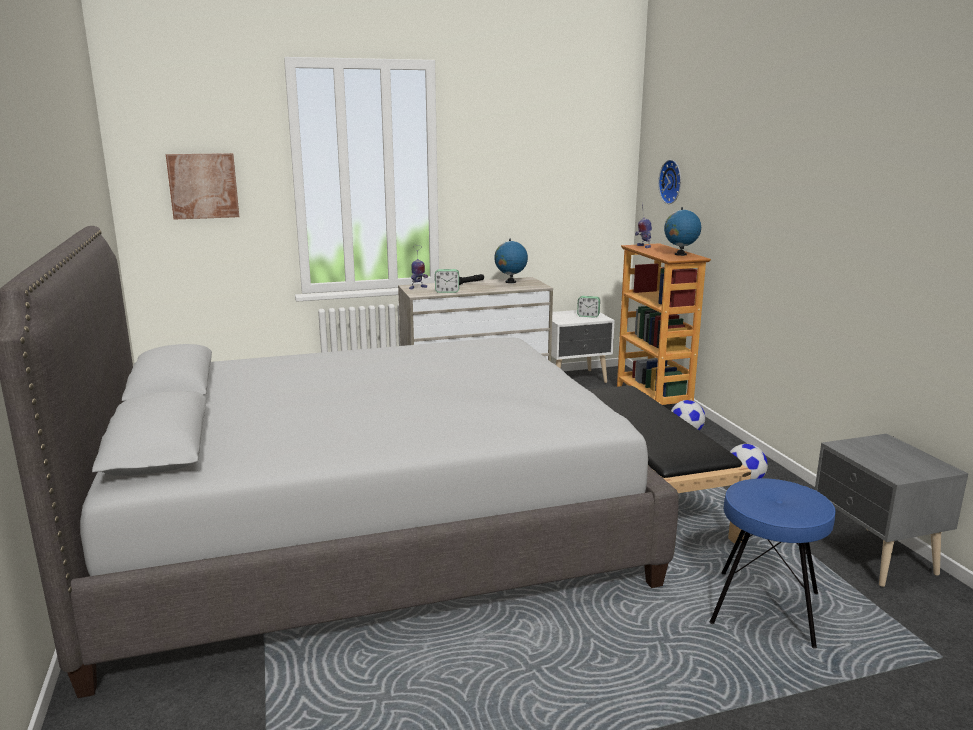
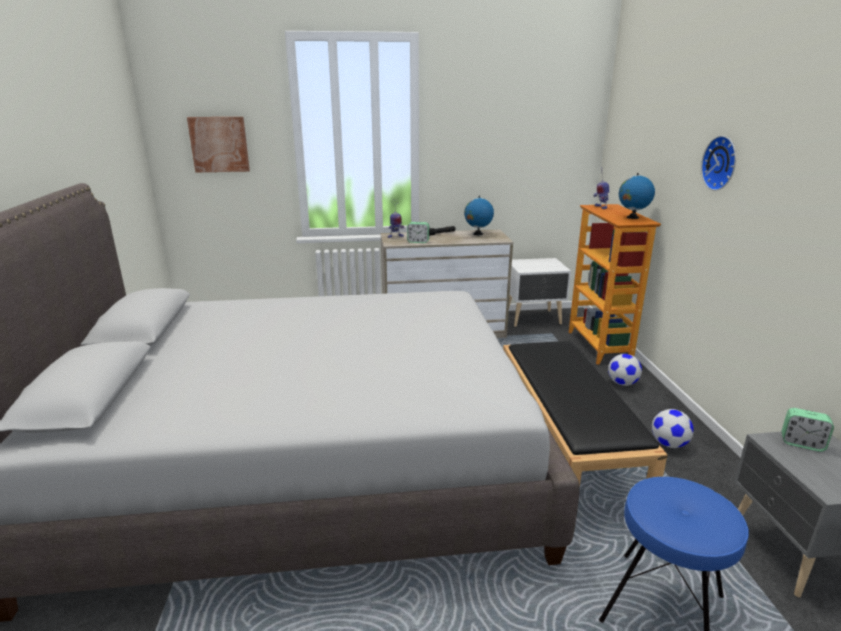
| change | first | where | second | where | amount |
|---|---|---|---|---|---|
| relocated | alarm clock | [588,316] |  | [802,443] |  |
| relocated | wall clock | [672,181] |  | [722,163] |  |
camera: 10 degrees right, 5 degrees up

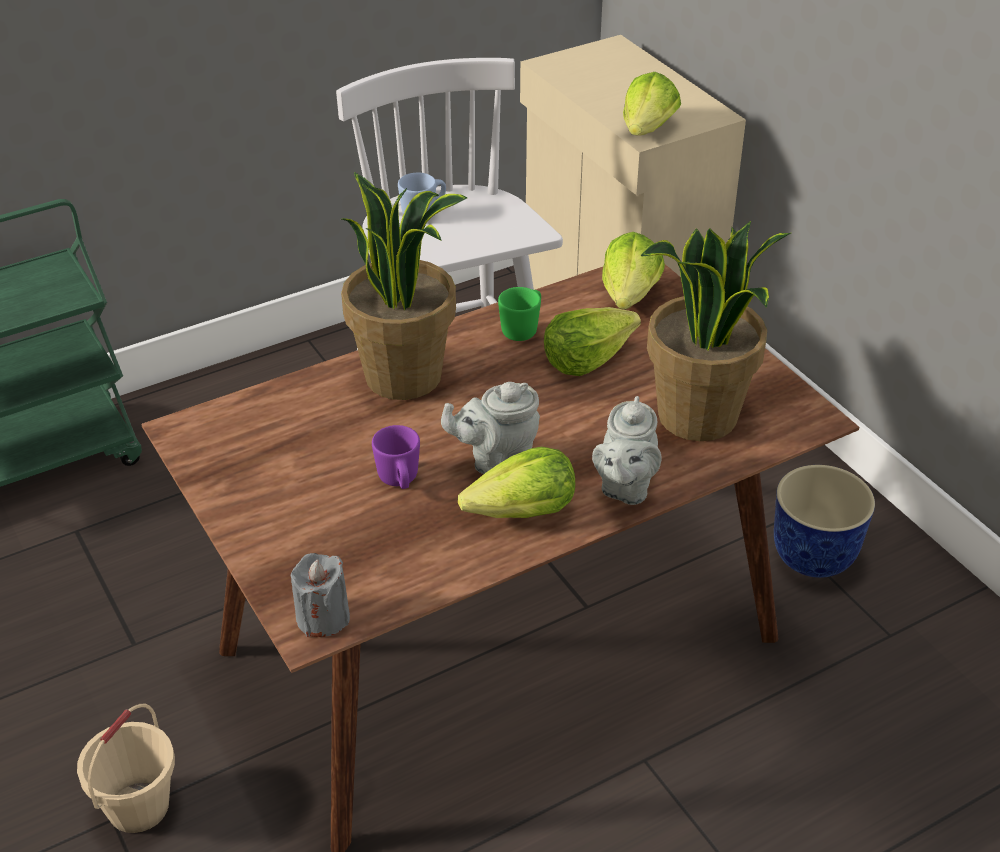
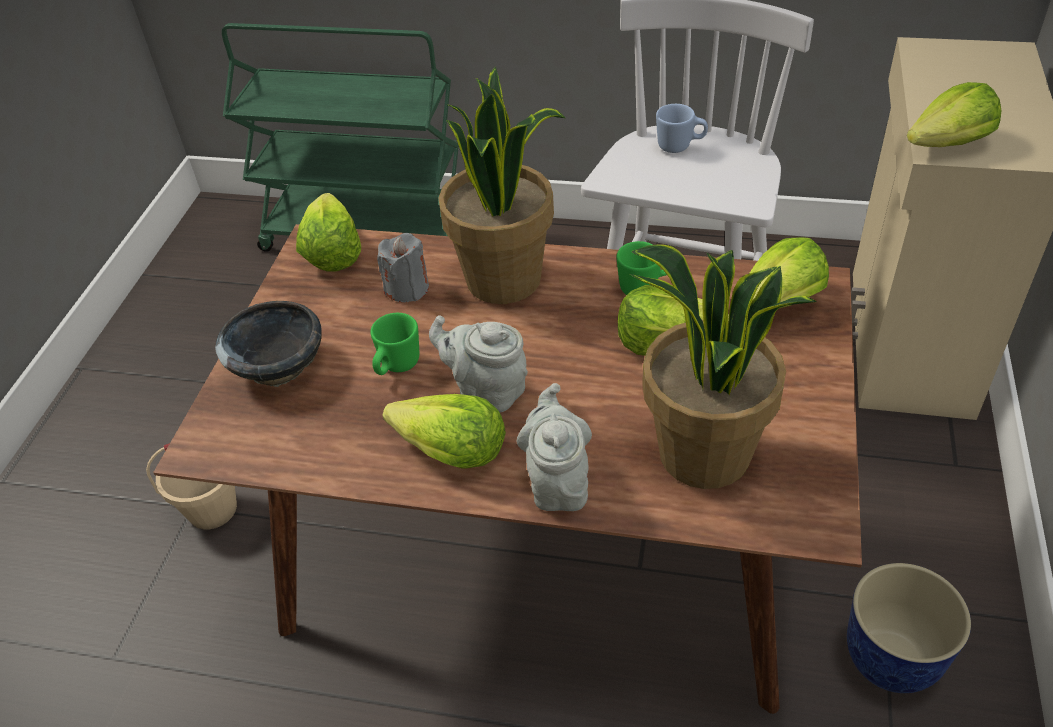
| change | first | where | second | where | amount |
|---|---|---|---|---|---|
| appeared |  |  | bowl (black) | [278,365] |  |
| appeared |  |  | lettuce | [332,252] |  |
| relocated | candle (grey) | [323,617] |  | [407,288] |  |
| colour | mug (purple) | [399,481] | mug (green) | [396,367] |  |
| spun | teapot (grey) | [625,487] |  | [558,482] | 120 degrees clockwise |
camera: 45 degrees right, 5 degrees up

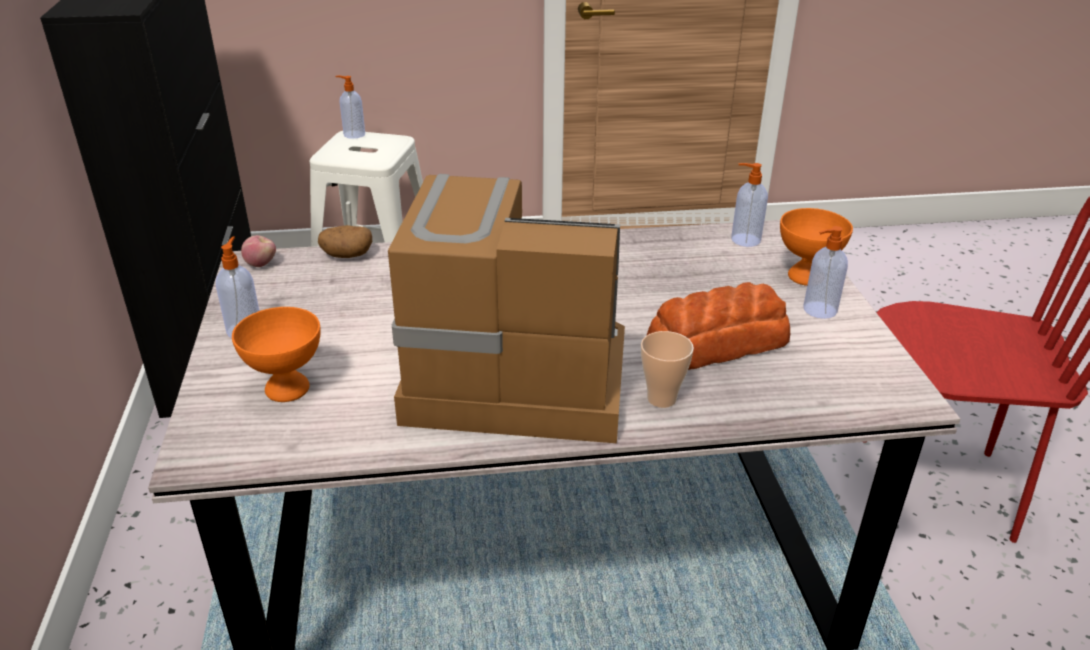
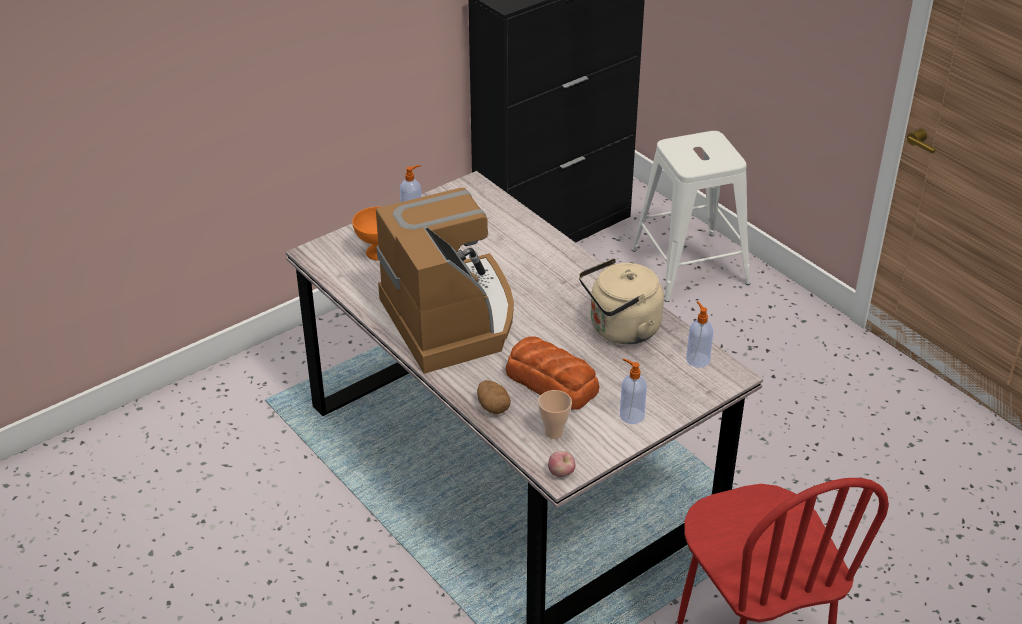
| change | first | where | second | where | amount |
|---|---|---|---|---|---|
| missing | soap dispenser | [353,134] |  |  |  |
| missing | bowl (orange) | [807,276] |  |  |  |
| appeared |  |  | kettle (beige) | [620,330] |  |
| relocated | apple | [261,264] |  | [561,473] |  |
| relocated | potato | [347,255] |  | [493,407] |  |
| relocated | cup | [661,398] |  | [554,432] |  |
camera: 60 degrees right, 5 degrees up

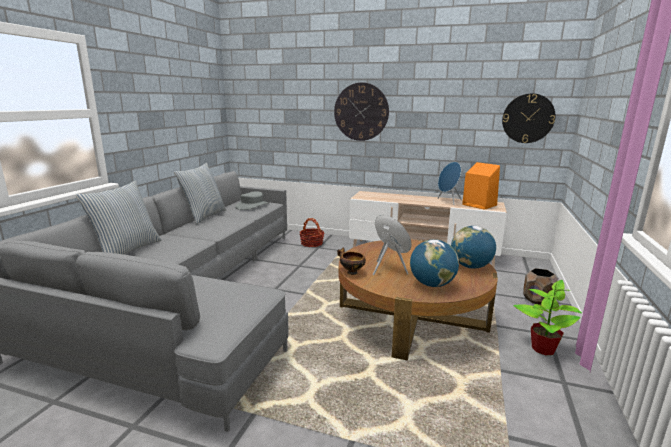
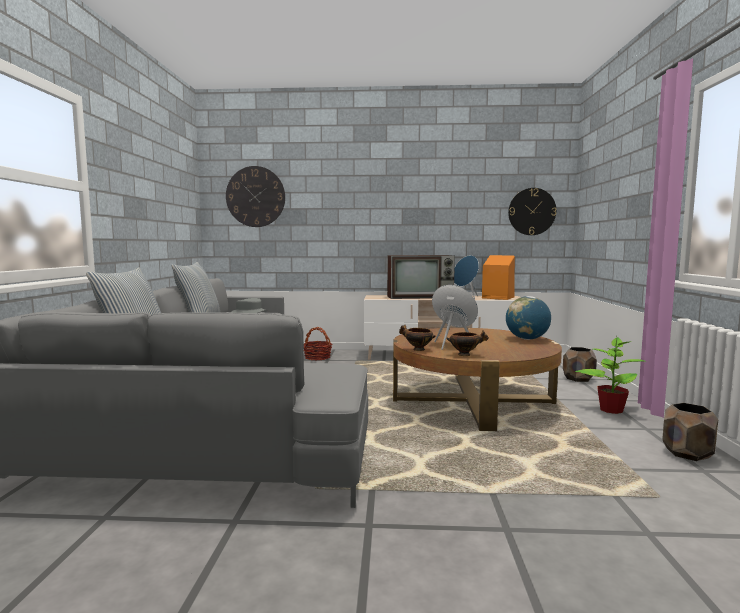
| change | first | where | second | where | amount |
|---|---|---|---|---|---|
| missing | globe | [432,284] |  |  |  |
| appeared |  |  | television | [421,297] |  |
| appeared |  |  | bowl | [465,354] |  |
| appeared |  |  | planter (brown) | [688,453] |  |
| relocated | wall clock | [361,112] |  | [255,196] |  |
camera: 15 degrees left, 10 degrees down

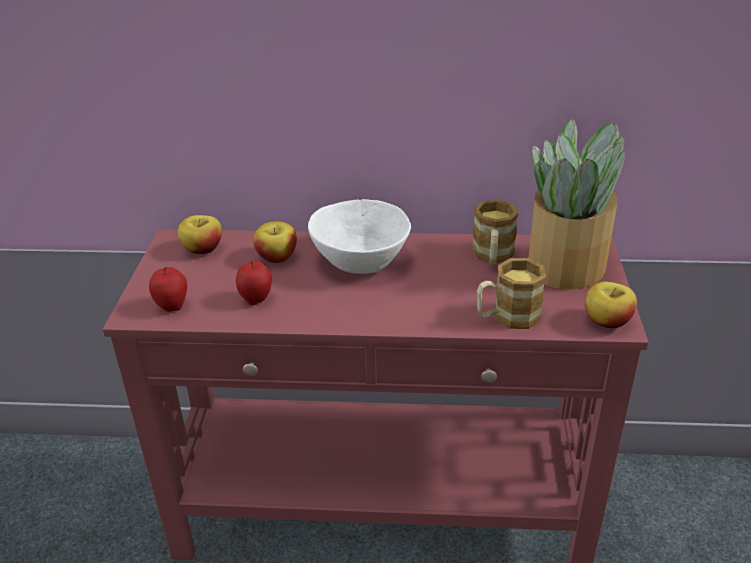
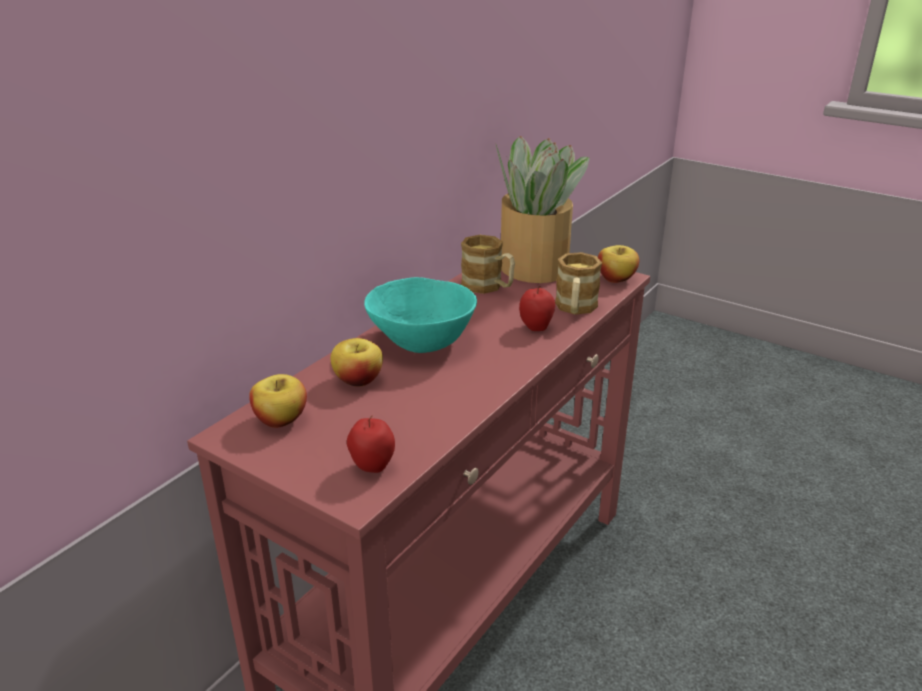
| change | first | where | second | where | amount |
|---|---|---|---|---|---|
| relocated | apple | [256,299] |  | [536,327] |  |
| colour | bowl (white) | [362,261] | bowl (turquoise) | [423,340] |  |
camera: 60 degrees left, 5 degrees down

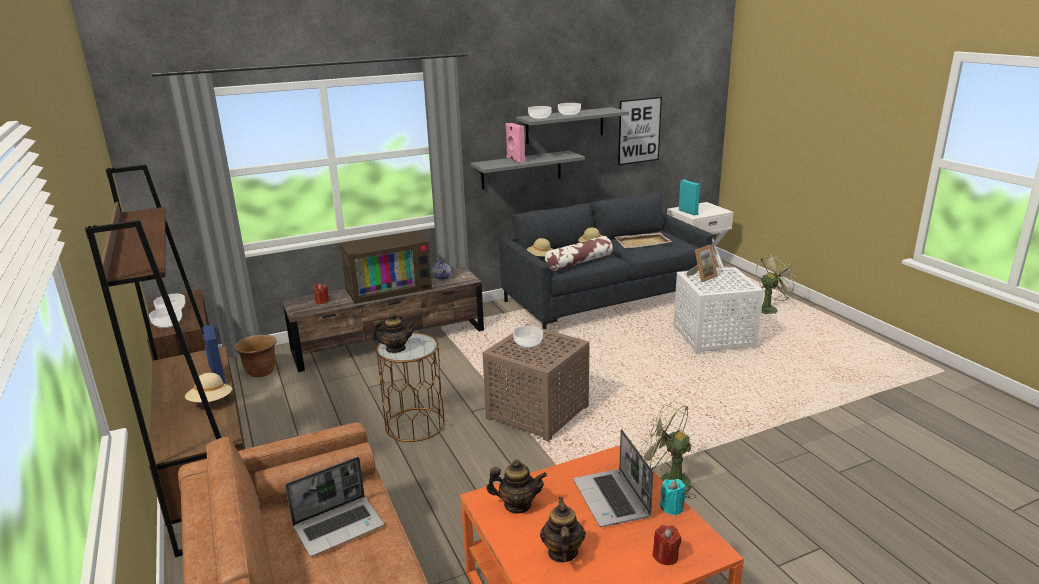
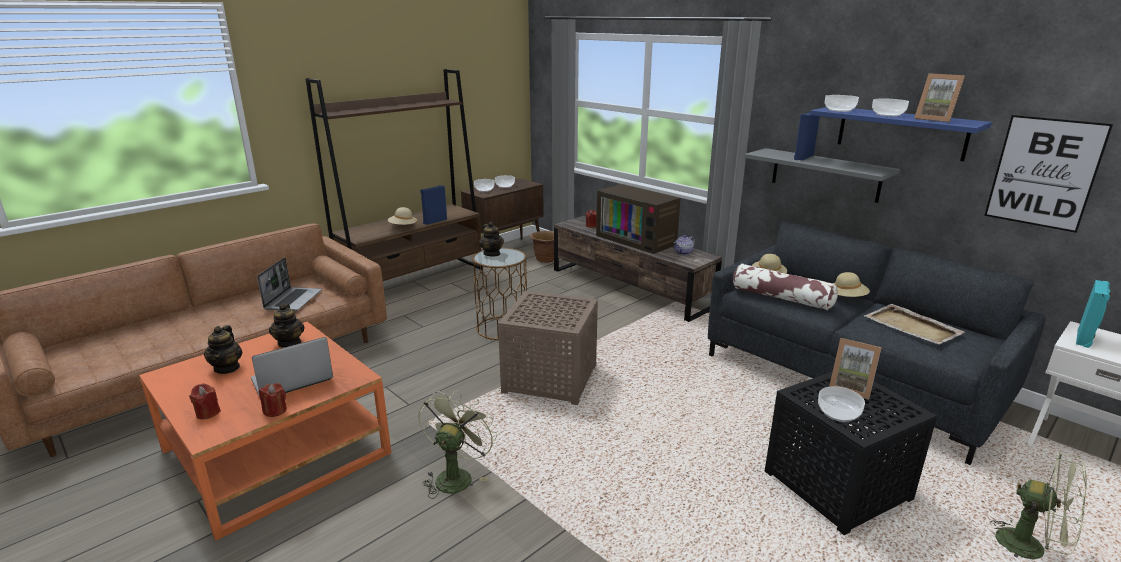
| change | first | where | second | where | amount |
|---|---|---|---|---|---|
| appeared |  |  | picture frame | [935,119] |  |
| relocated | bowl | [528,343] |  | [838,413] |  |
| colour | speaker (pink) | [515,160] | speaker (blue) | [802,157] |  |
| colour | shelf (grey) | [565,125] | shelf (blue) | [901,132] |  |
| colour | candle (turquoise) | [672,507] | candle (red) | [275,411] |  |
| colour | side table (white) | [714,337] | side table (black) | [839,486] |  |
| spun | laptop | [339,526] |  | [293,300] | 120 degrees counterclockwise |
| spun | teapot | [562,552] |  | [227,368] | 105 degrees clockwise |
camera: 70 degrees right, 0 degrees up

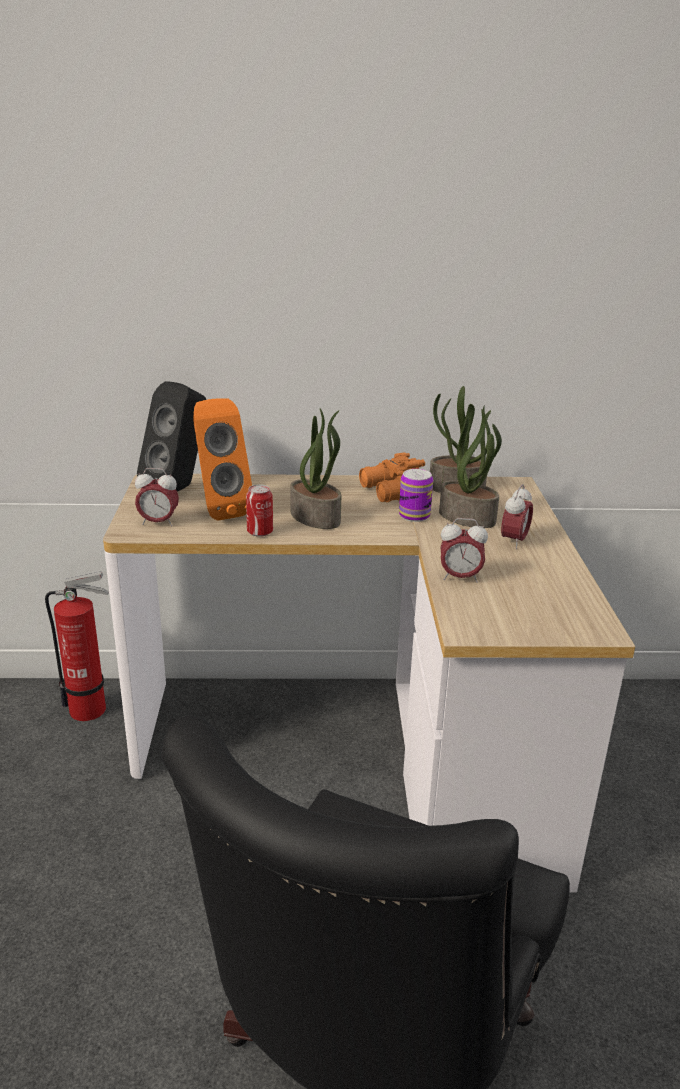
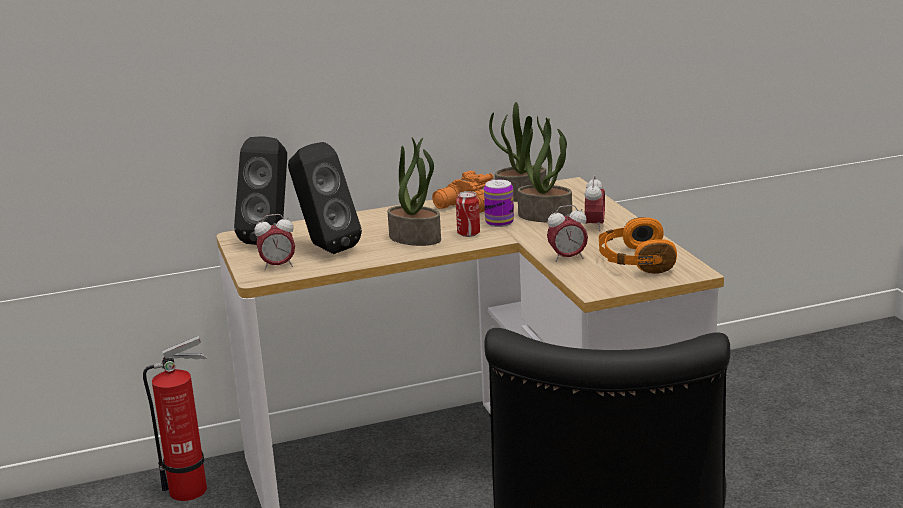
| change | first | where | second | where | amount |
|---|---|---|---|---|---|
| appeared |  |  | headphones (orange) | [634,261] |  |
| relocated | can | [260,532] |  | [468,233] |  |
| colour | speaker (orange) | [219,510] | speaker (black) | [324,248] |  |
camera: 15 degrees left, 5 degrees down

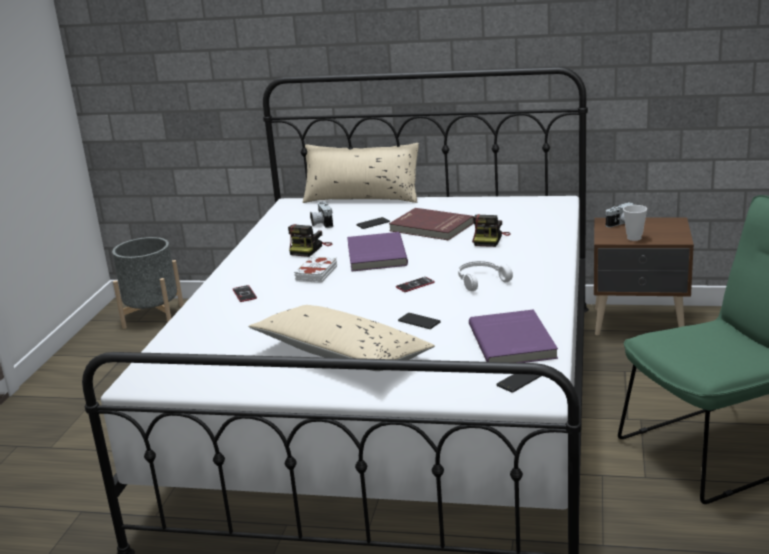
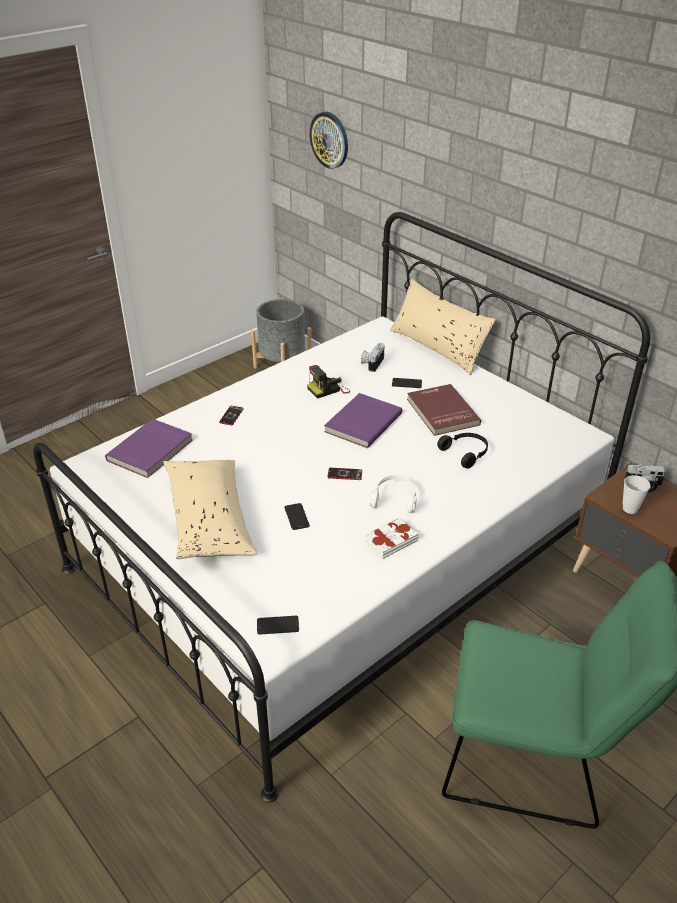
| change | first | where | second | where | amount |
|---|---|---|---|---|---|
| appeared |  |  | wall clock | [329,140] |  |
| relocated | book (white) | [316,274] |  | [390,541] |  |
| relocated | book (purple) | [514,341] |  | [151,451] |  |
| exchanged | photo camera | [490,239] | headphones (black) | [466,453] |  |
camera: 35 degrees right, 15 degrees up

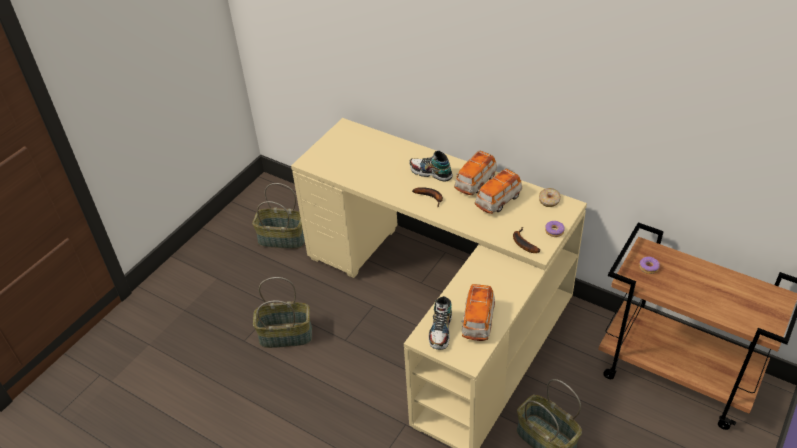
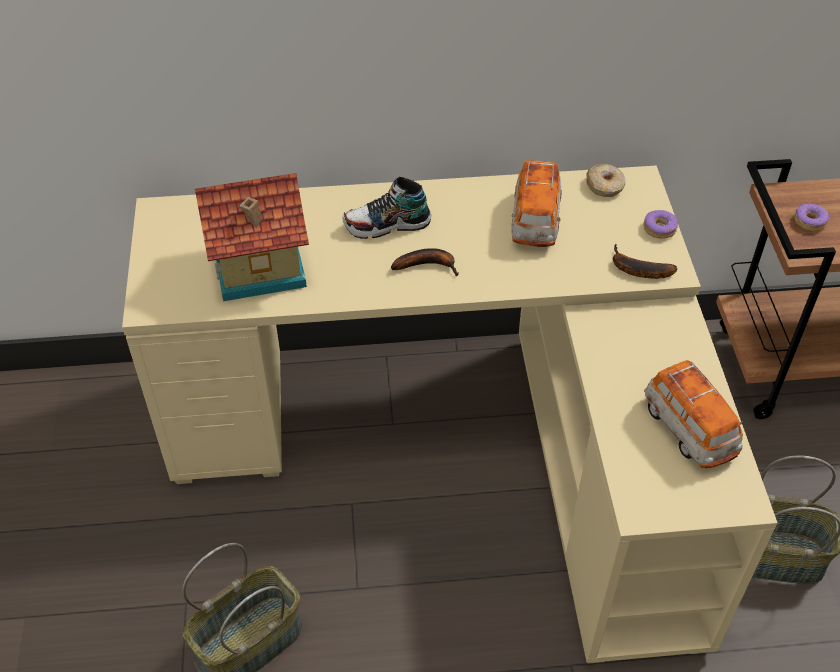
| change | first | where | second | where | amount |
|---|---|---|---|---|---|
| missing | basket | [281,239] |  |  |  |
| missing | shoe | [441,331] |  |  |  |
| missing | toy car | [475,182] |  |  |  |
| appeared |  |  | toy house | [260,267] |  |
camera: 40 degrees left, 5 degrees up

